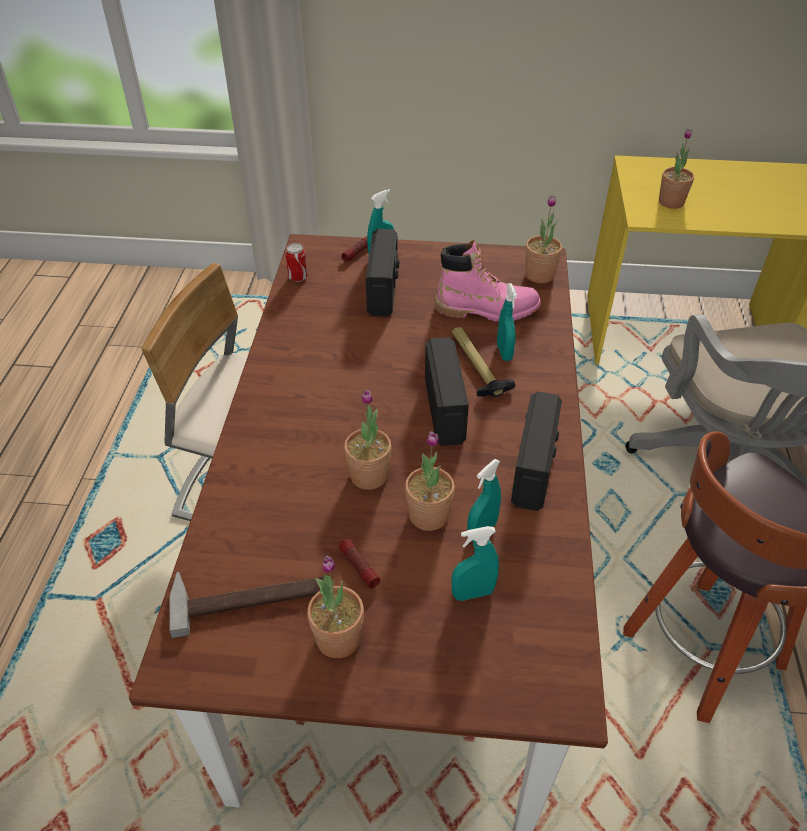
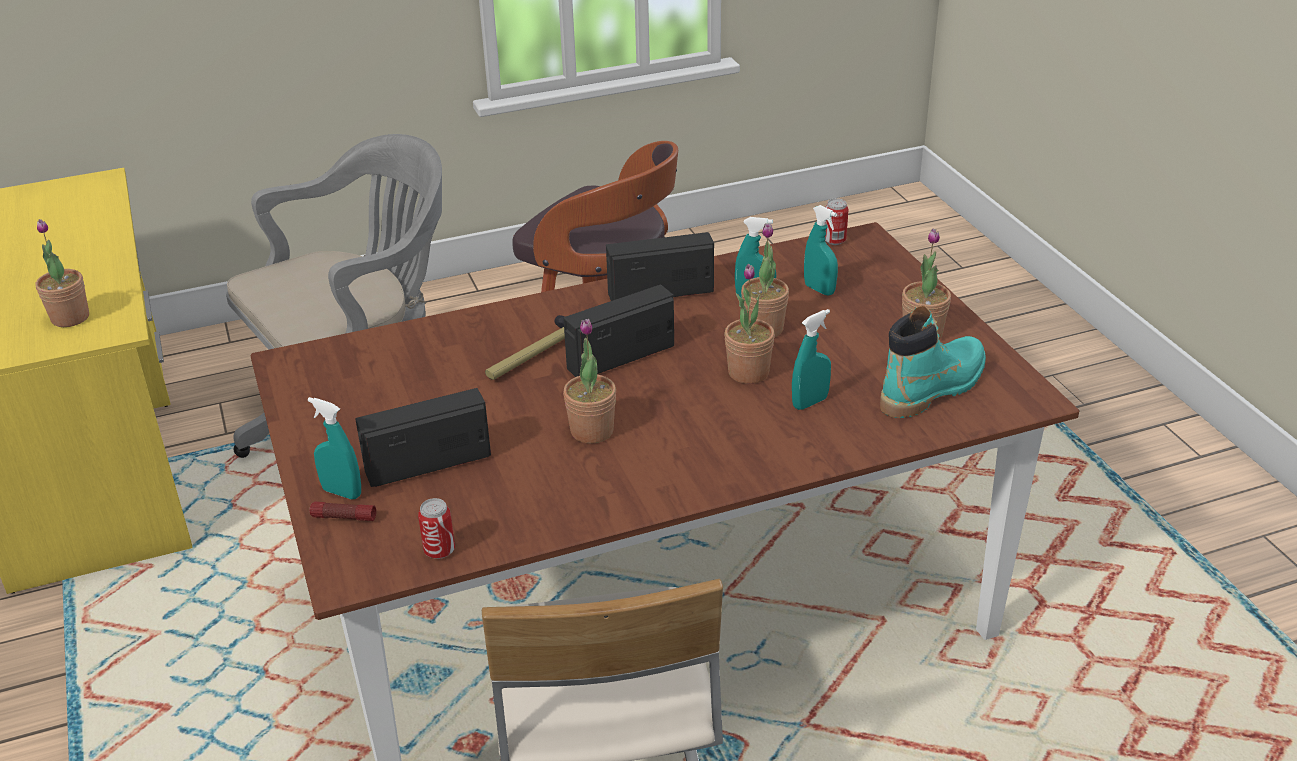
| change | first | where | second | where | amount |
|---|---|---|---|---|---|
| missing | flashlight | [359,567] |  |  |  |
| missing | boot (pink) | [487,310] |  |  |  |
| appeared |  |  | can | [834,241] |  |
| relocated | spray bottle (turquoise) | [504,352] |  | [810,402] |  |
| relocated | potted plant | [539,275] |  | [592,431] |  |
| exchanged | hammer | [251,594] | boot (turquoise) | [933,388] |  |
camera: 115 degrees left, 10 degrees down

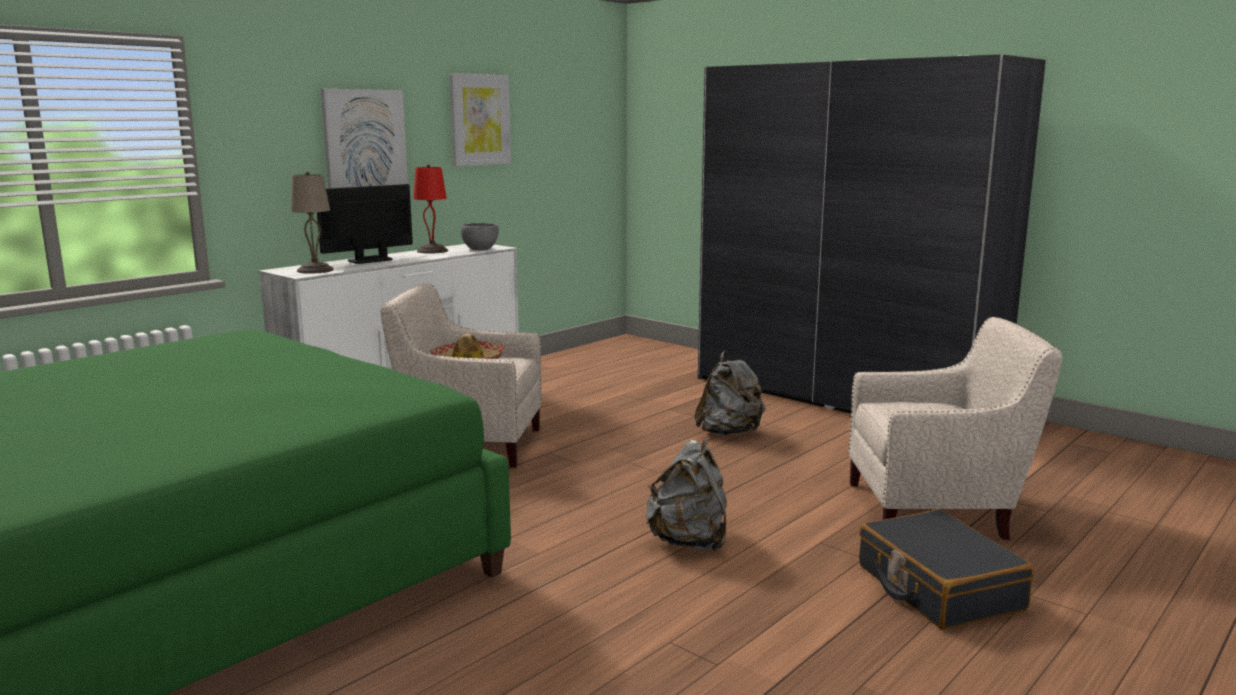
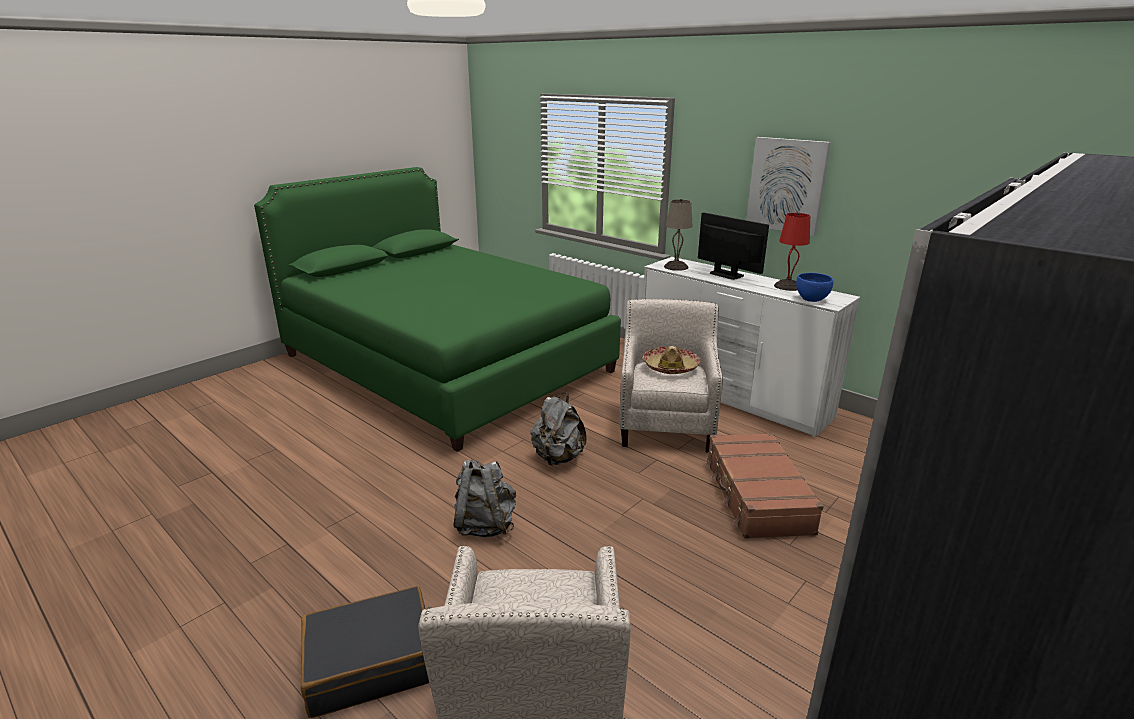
| change | first | where | second | where | amount |
|---|---|---|---|---|---|
| missing | picture | [480,120] |  |  |  |
| appeared |  |  | suitcase (brown) | [756,496] |  |
| relocated | backpack (grey) | [729,433] |  | [558,458] |  |
| colour | bowl (grey) | [480,249] | bowl (blue) | [811,299] |  |
camera: 90 degrees right, 10 degrees up

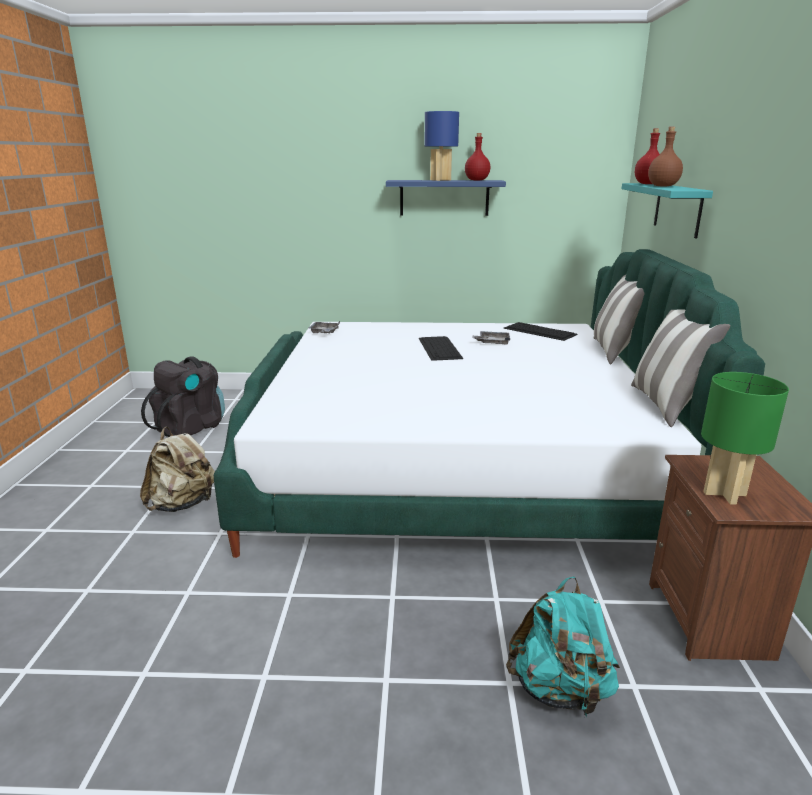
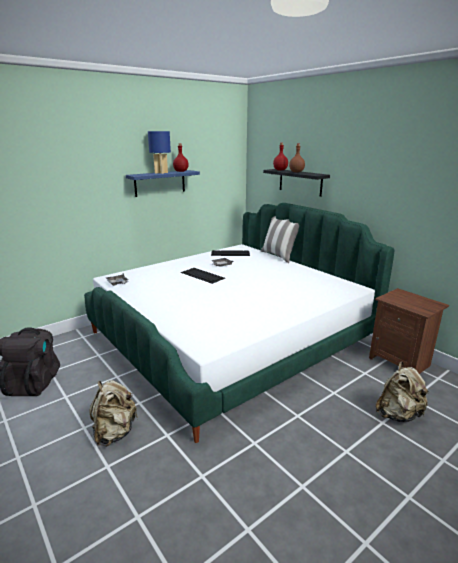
| change | first | where | second | where | amount |
|---|---|---|---|---|---|
| missing | pillow | [666,405] |  |  |  |
| missing | table lamp (green) | [724,493] |  |  |  |
| colour | backpack (turquoise) | [560,690] | backpack (beige) | [398,414] |  |
| colour | shelf (turquoise) | [677,209] | shelf (black) | [300,182] |  |
camera: 40 degrees left, 0 degrees up

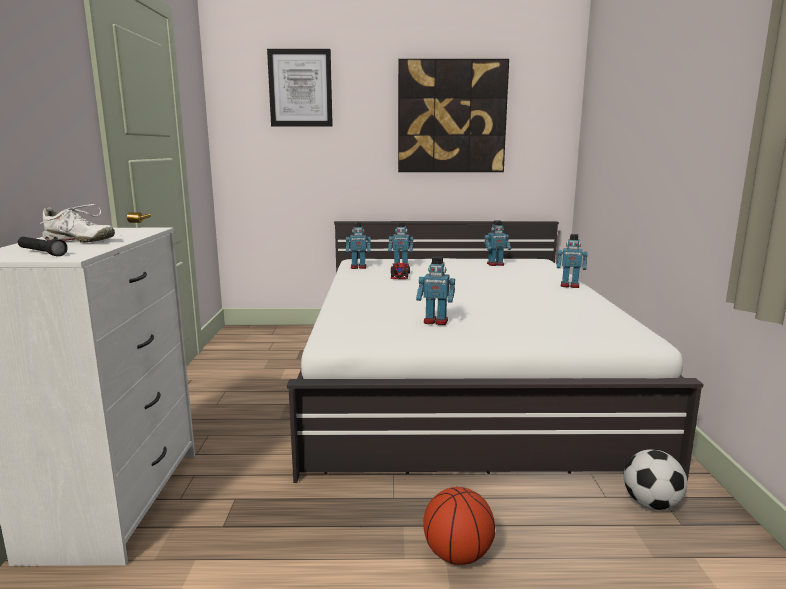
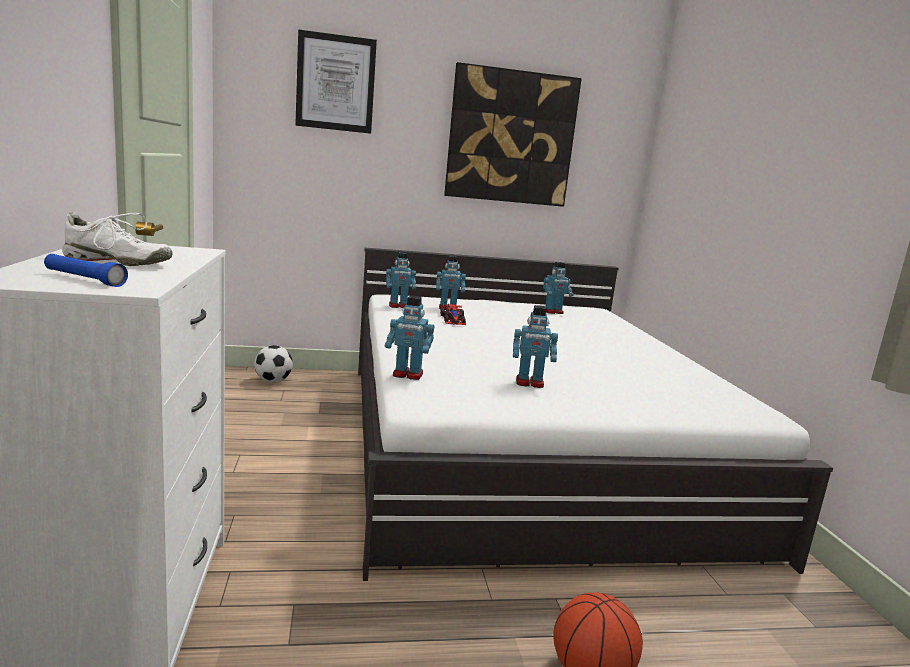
| change | first | where | second | where | amount |
|---|---|---|---|---|---|
| relocated | toy robot | [569,286] |  | [407,375] |  |
| relocated | football | [651,504] |  | [273,381] |  |
| colour | flashlight (black) | [42,253] | flashlight (blue) | [84,279] |  |
camera: 10 degrees left, 0 degrees up

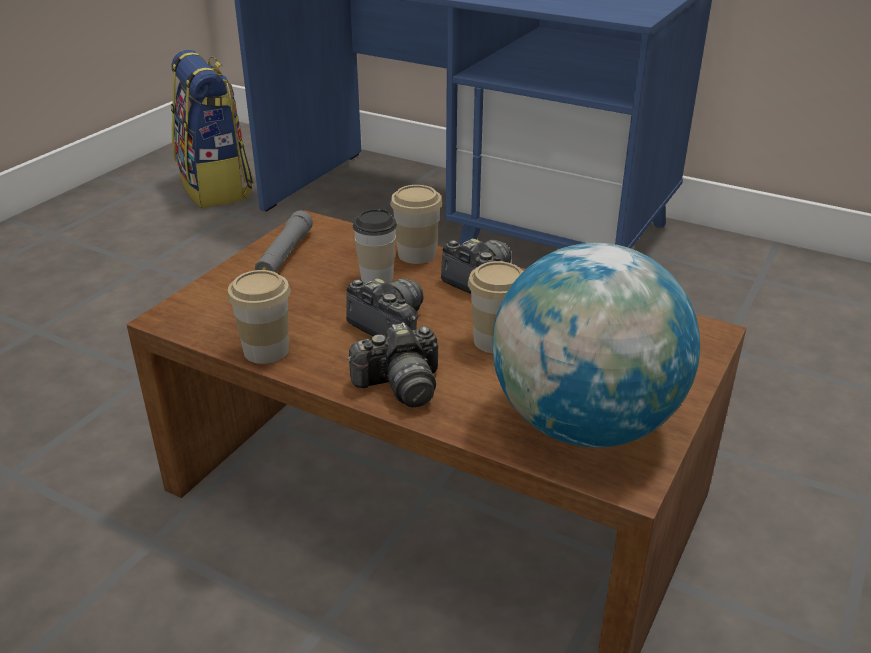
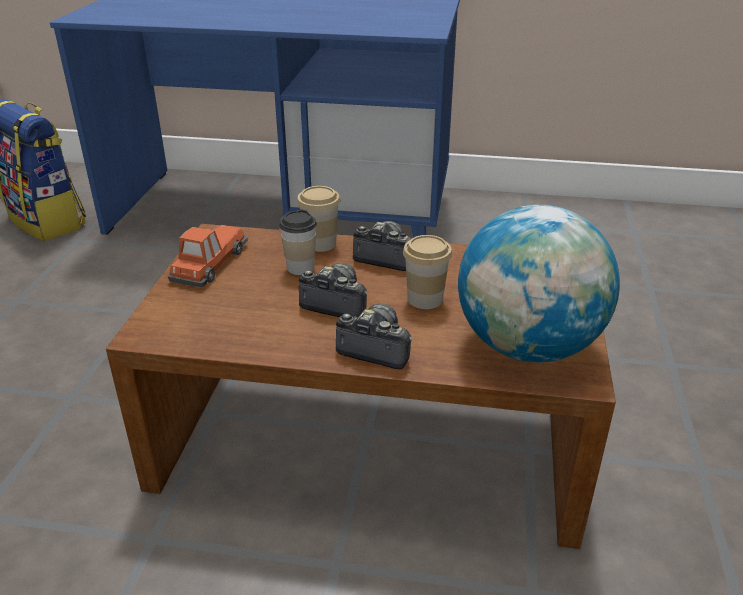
| change | first | where | second | where | amount |
|---|---|---|---|---|---|
| missing | cup | [266,350] |  |  |  |
| exchanged | flashlight (grey) | [285,255] | toy car | [210,263] |  |
| spun | photo camera | [400,385] |  | [375,348] | 120 degrees counterclockwise |
camera: 20 degrees left, 0 degrees up

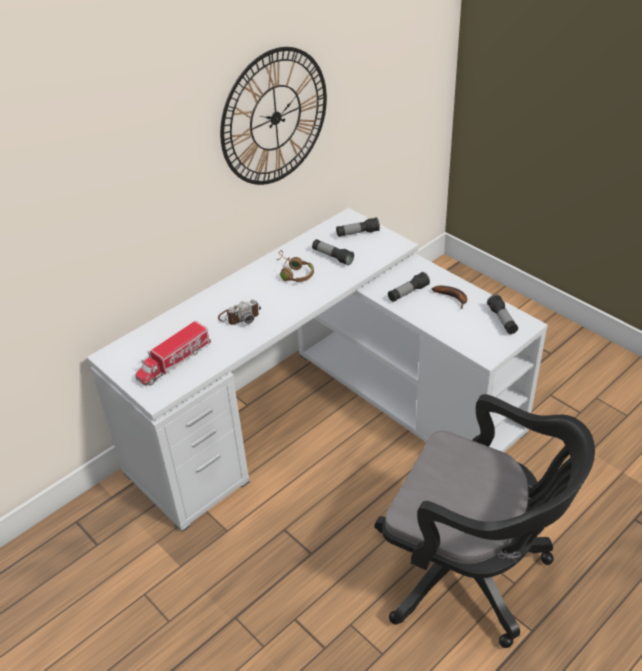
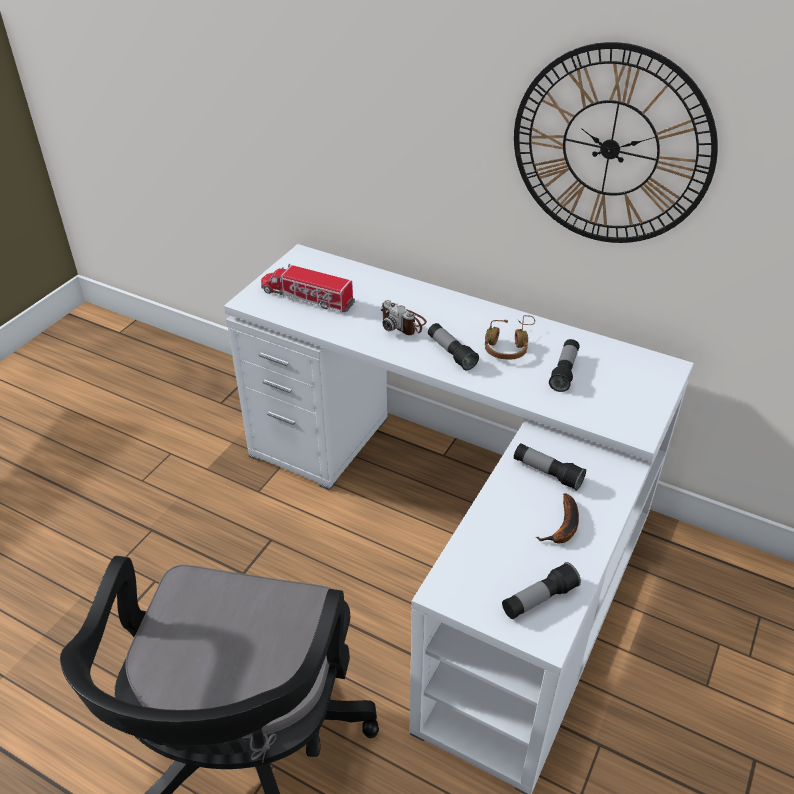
| change | first | where | second | where | amount |
|---|---|---|---|---|---|
| relocated | flashlight | [357,233] |  | [451,353] |  |
camera: 70 degrees right, 0 degrees up

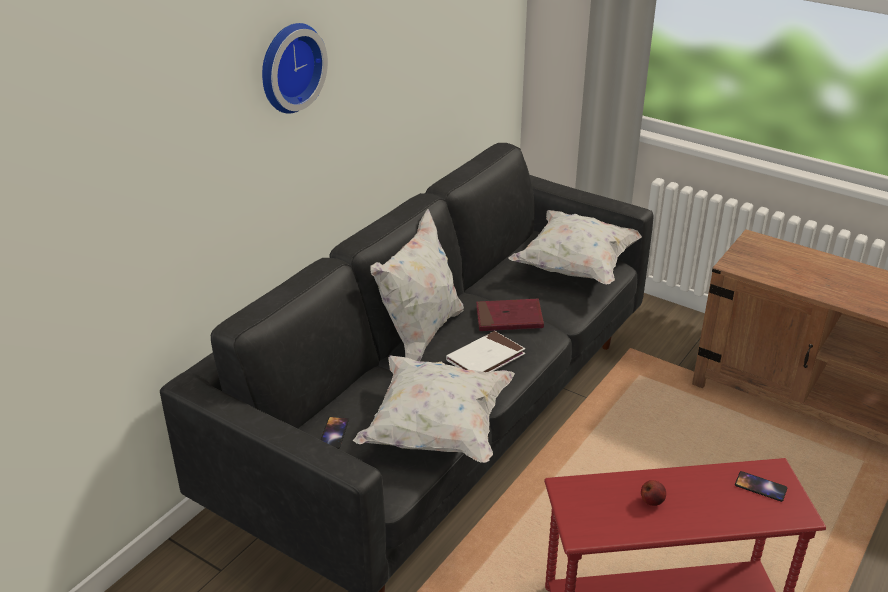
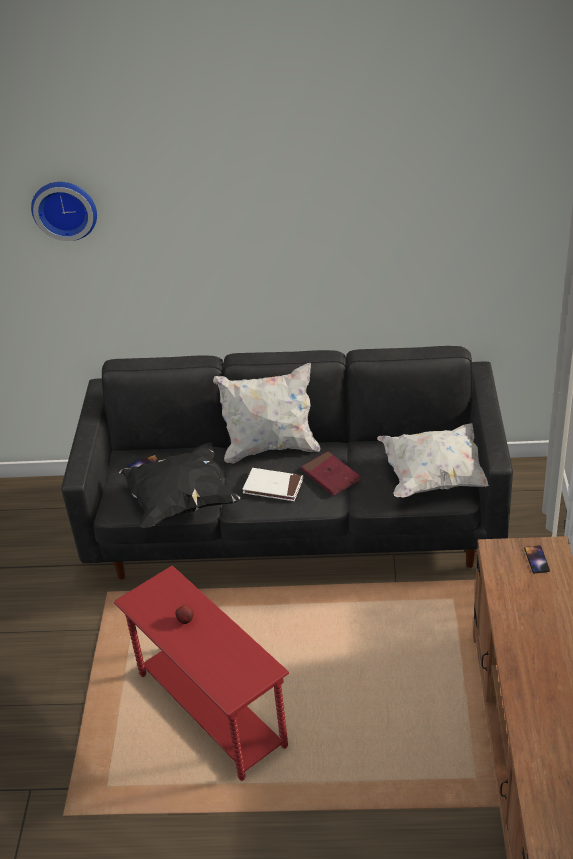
| change | first | where | second | where | amount |
|---|---|---|---|---|---|
| relocated | wall clock | [288,67] |  | [65,208] |  |
| relocated | phone | [760,487] |  | [536,559] |  |
| colour | pillow (white) | [437,430] | pillow (black) | [181,501] |  |
camera: 60 degrees right, 5 degrees up

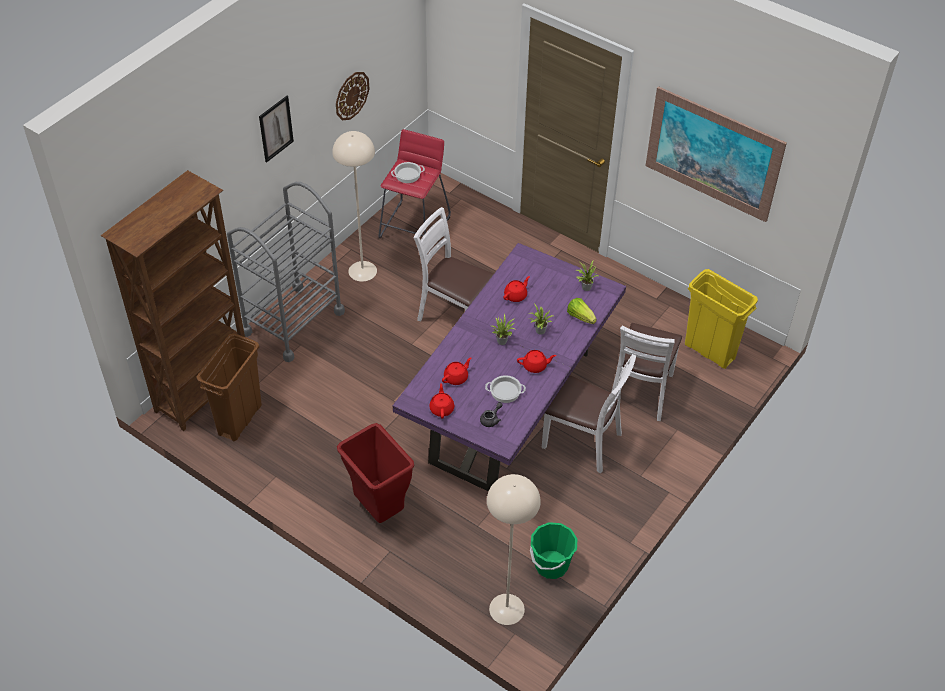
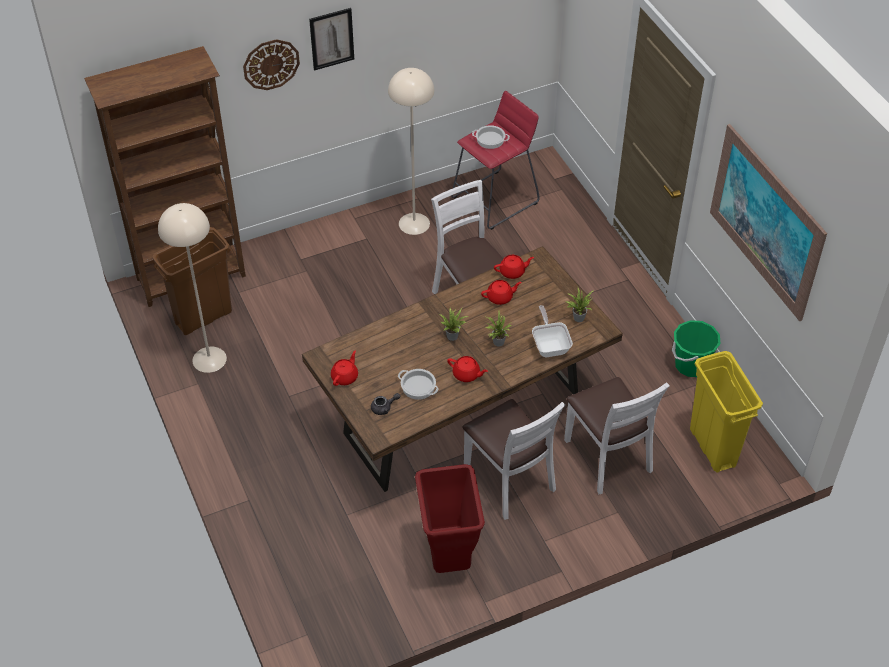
| change | first | where | second | where | amount |
|---|---|---|---|---|---|
| missing | cart (grey) | [293,322] |  |  |  |
| relocated | wall clock | [351,95] |  | [271,64] |  |
| relocated | trash can (red) | [378,509] |  | [448,557] |  |
| relocated | teapot (red) | [456,377] |  | [512,272] |  |
| relocated | floor lamp (beige) | [507,608] |  | [209,359] |  |
| relocated | bucket (green) | [551,565] |  | [691,365] |  |
| exchanged | lettuce | [580,317] | frying pan | [550,345] |  |
| colour | dining table (purple) | [510,406] | dining table (brown) | [462,414] |  |
| spun | chair (white) | [641,391] |  | [607,457] | 75 degrees counterclockwise |
camera: 30 degrees right, 0 degrees up

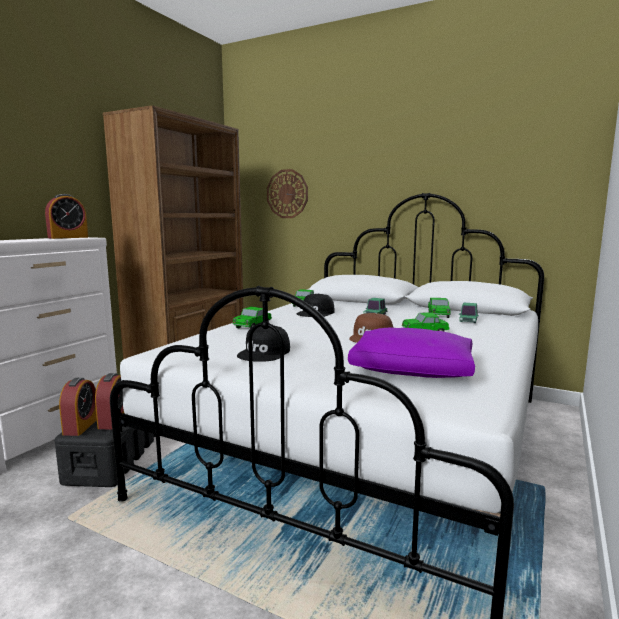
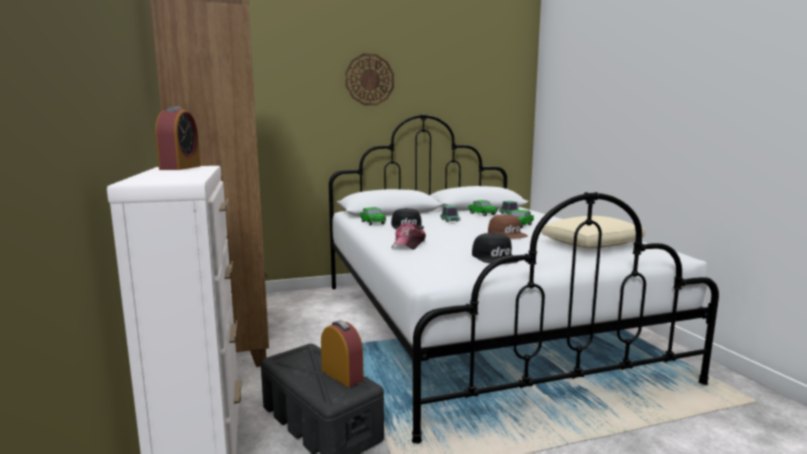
| change | first | where | second | where | amount |
|---|---|---|---|---|---|
| missing | alarm clock | [81,426] |  |  |  |
| relocated | wall clock | [287,194] |  | [369,80] |  |
| exchanged | toy car | [252,326] | cap | [408,244] |  |
| colour | pillow (purple) | [413,369] | pillow (beige) | [592,244] |  |
camera: 45 degrees left, 0 degrees up

